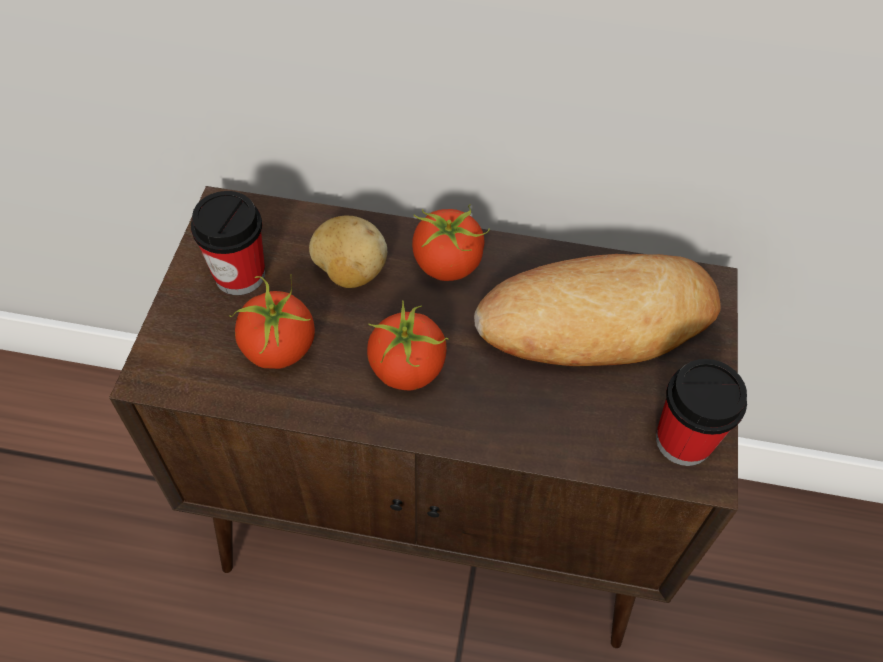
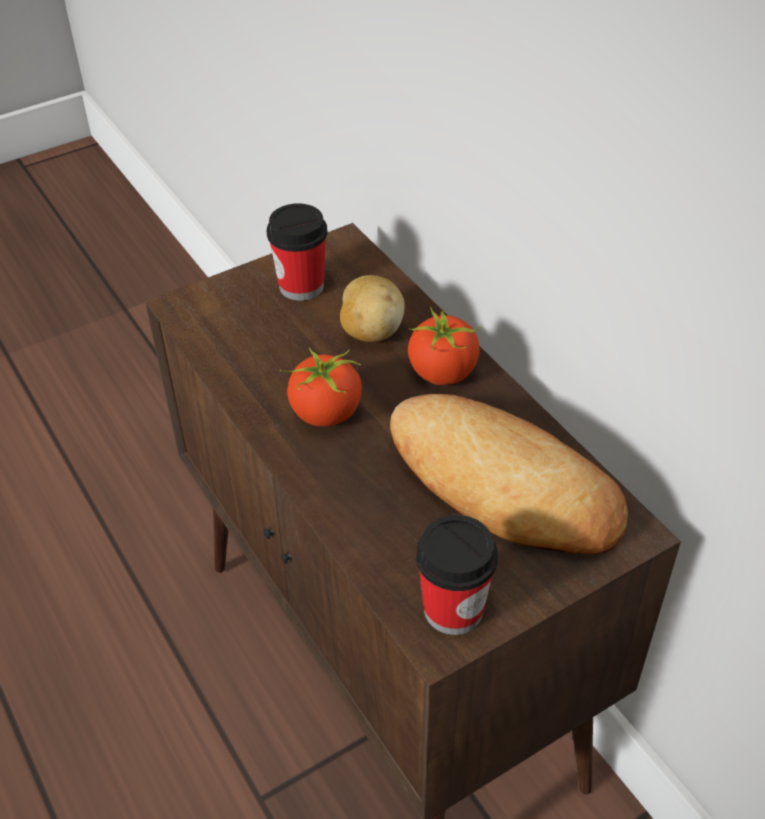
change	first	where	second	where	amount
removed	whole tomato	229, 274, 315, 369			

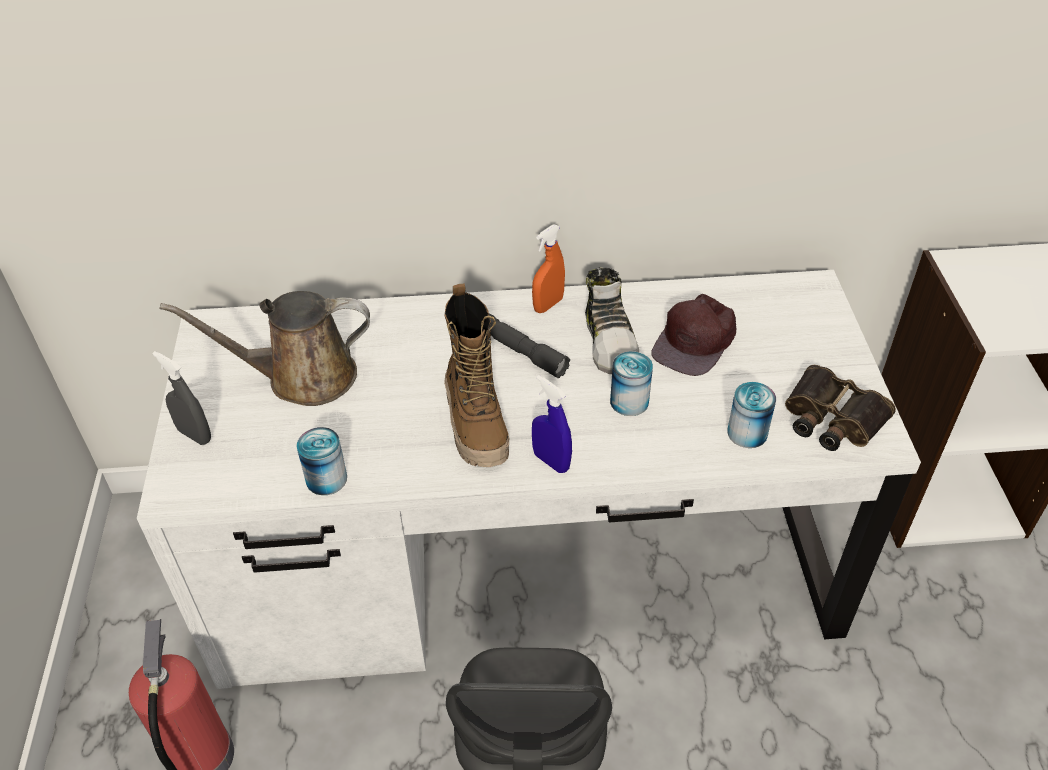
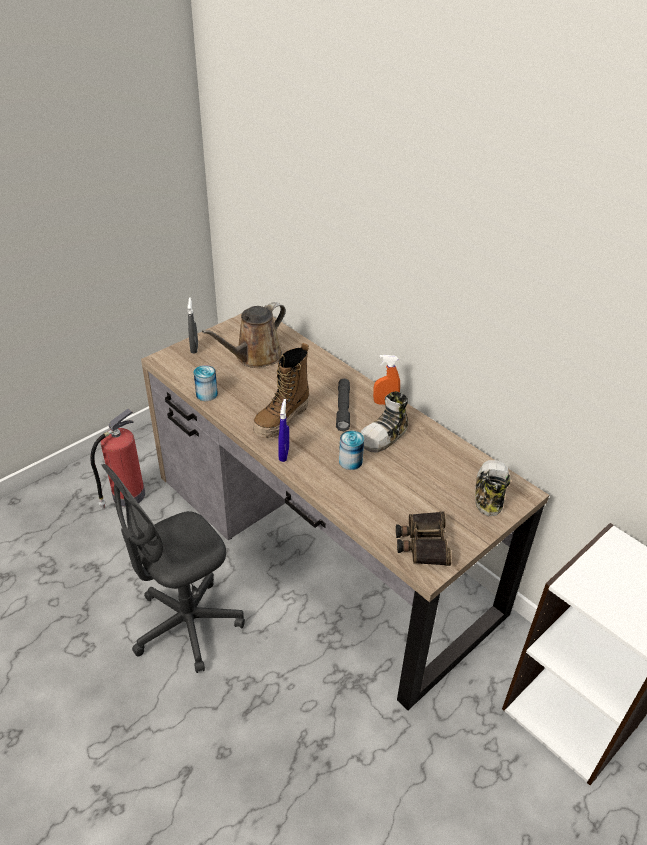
change	first	where	second	where	amount
recoloured	white desk	137, 270, 921, 689	brownish desk	141, 313, 549, 710	
turned	brownish sprinkling can	159, 291, 370, 406		202, 302, 286, 368	90 degrees counterclockwise
removed	brownish baseball cap	651, 294, 737, 376			
removed	metal can	727, 382, 776, 448			
added			item of footwear	475, 460, 510, 516	

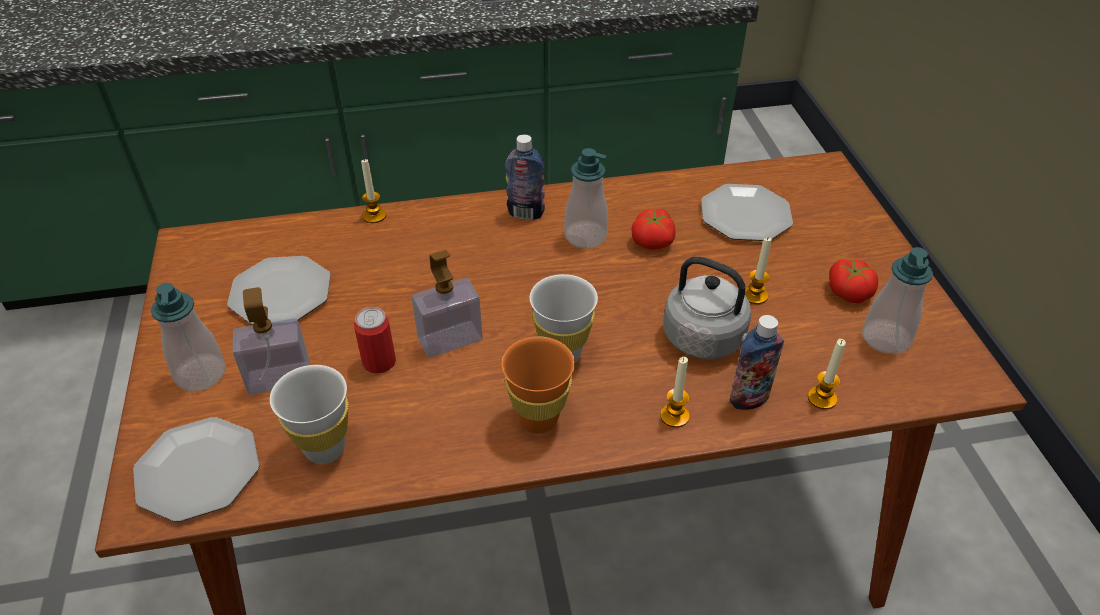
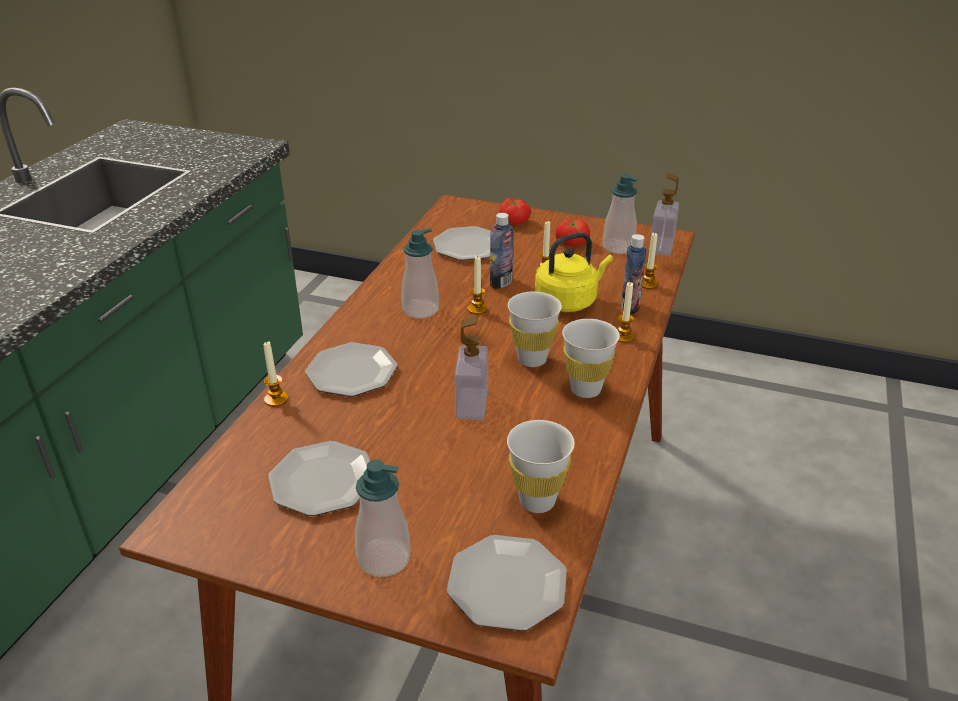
change	first	where	second	where	amount
moved	bottle	505, 134, 545, 220		490, 213, 514, 289	
moved	whole tomato	632, 208, 675, 250		499, 198, 531, 225	
recoloured	gray water kettle	663, 256, 751, 359	yellow-coloured water kettle	535, 232, 613, 312	
moved	soap dispenser	233, 287, 310, 395		649, 173, 679, 256	
removed	metal can	354, 307, 396, 374			
recoloured	orange-coloured drinking cup	501, 336, 575, 434	white drinking cup	562, 319, 620, 398	
added			wax candle	467, 256, 488, 314	
added			flat dish	305, 342, 397, 397	

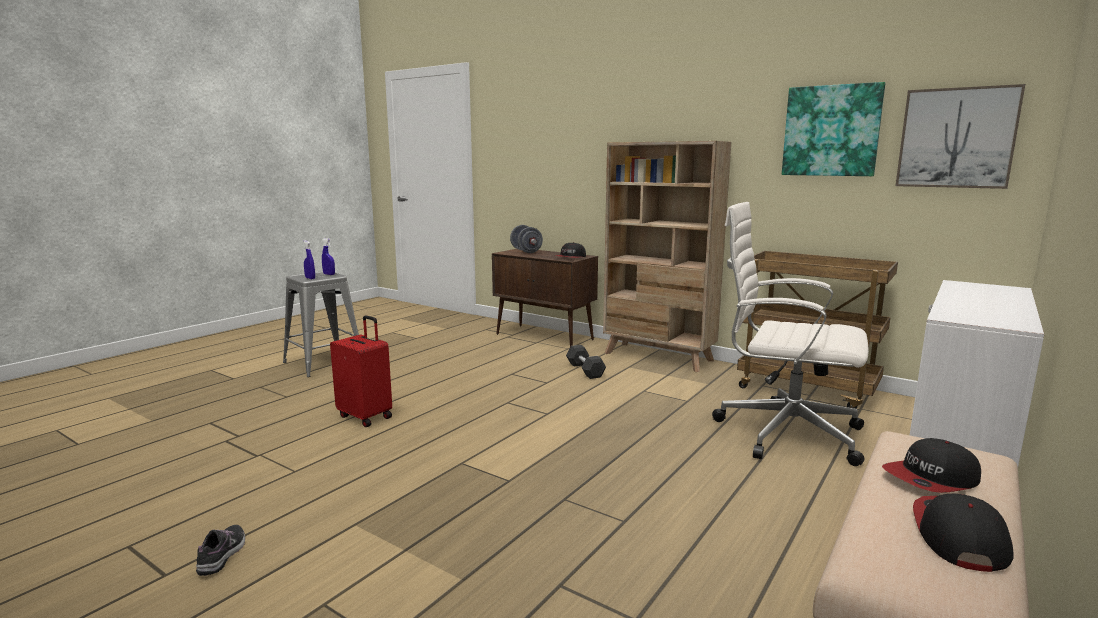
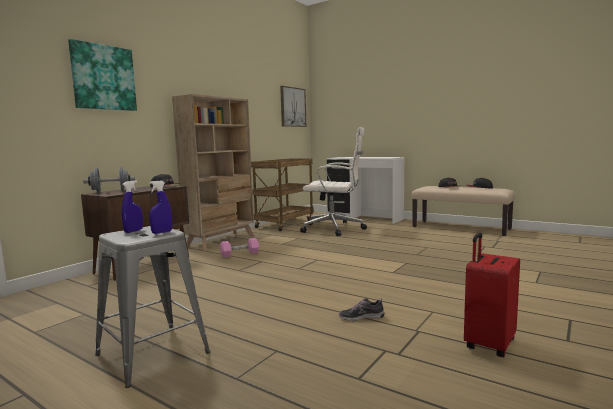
change	first	where	second	where	amount
moved	wall art	782, 82, 885, 176		68, 39, 137, 111	
turned	white office chair	712, 202, 869, 466		300, 127, 367, 236	105 degrees counterclockwise
moved	red piece of luggage	330, 315, 392, 427		464, 233, 520, 357	
recoloured	gray dumbbell	566, 345, 606, 379	pink-coloured dumbbell	220, 238, 259, 257	
moved	item of footwear	196, 525, 245, 576		339, 298, 384, 321	

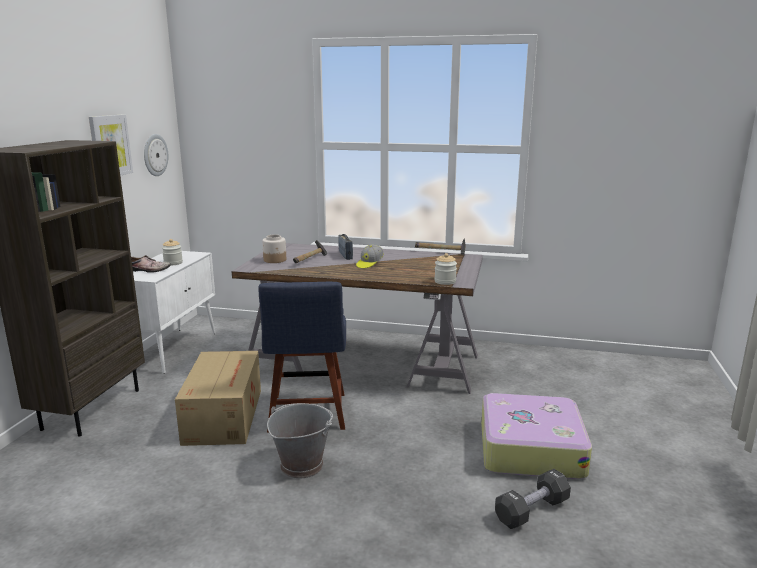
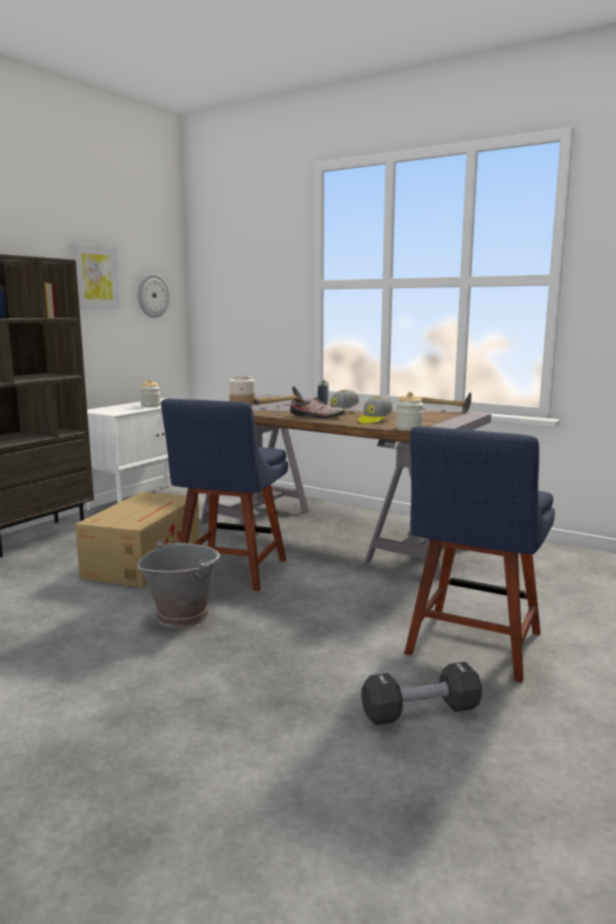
change	first	where	second	where	amount
moved	item of footwear	131, 255, 171, 273		290, 397, 345, 418	
replaced	piece of luggage	481, 393, 592, 479	bluish upright chair	404, 426, 555, 683	
added			baseball cap	358, 396, 393, 424	

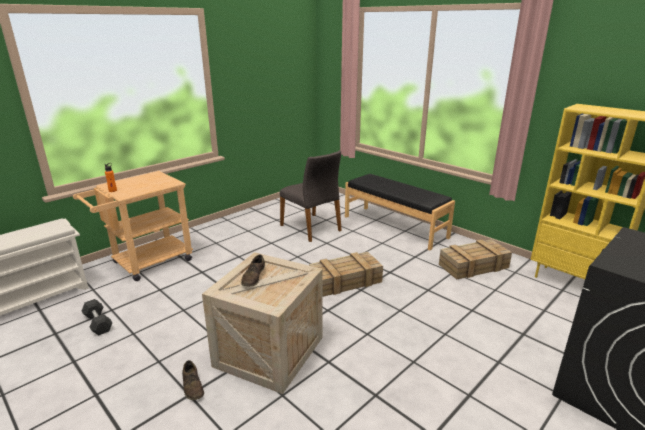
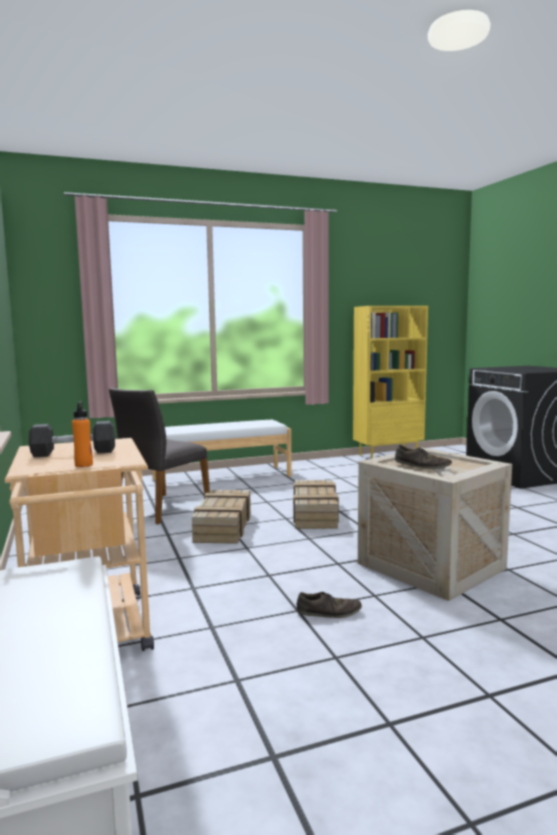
change	first	where	second	where	amount
turned	gray upright chair	280, 150, 342, 242		109, 388, 210, 524	135 degrees clockwise
recoloured	black-coloured long seat	345, 174, 455, 250	white long seat	152, 420, 292, 480	
moved	crate	439, 239, 512, 280		192, 490, 251, 544	
moved	gray dumbbell	82, 299, 112, 336		29, 421, 115, 457	
moved	brownish item of footwear	182, 360, 204, 400		297, 592, 362, 618	

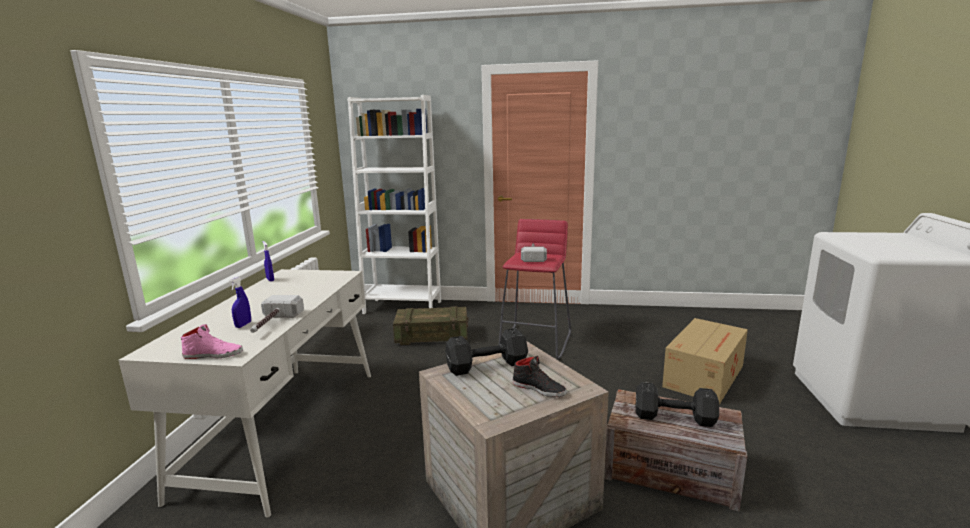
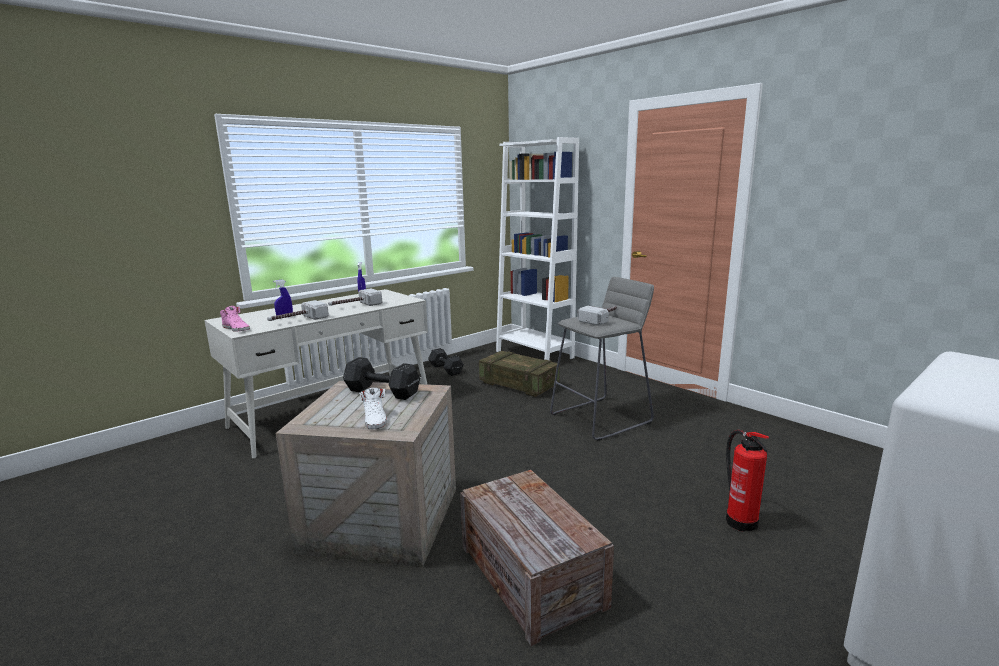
change	first	where	second	where	amount
recoloured	red stool	499, 219, 571, 360	gray stool	550, 277, 654, 441	
replaced	carton	662, 318, 748, 405	fire-fighting cylinder	726, 430, 769, 532	
recoloured	black-coloured item of footwear	513, 356, 567, 397	white item of footwear	359, 388, 387, 429	
moved	black-coloured dumbbell	636, 382, 719, 427		428, 348, 464, 376	
added			hammer	328, 288, 382, 306	

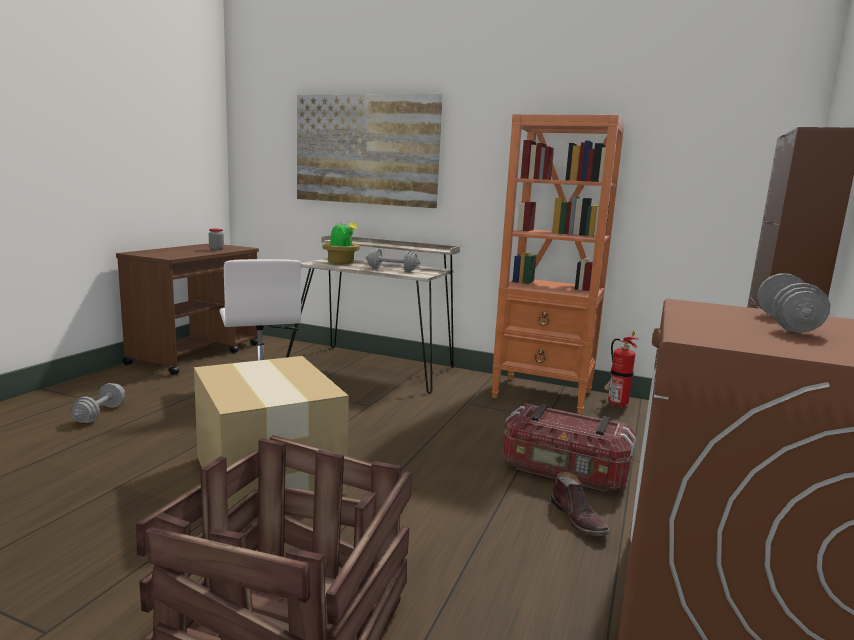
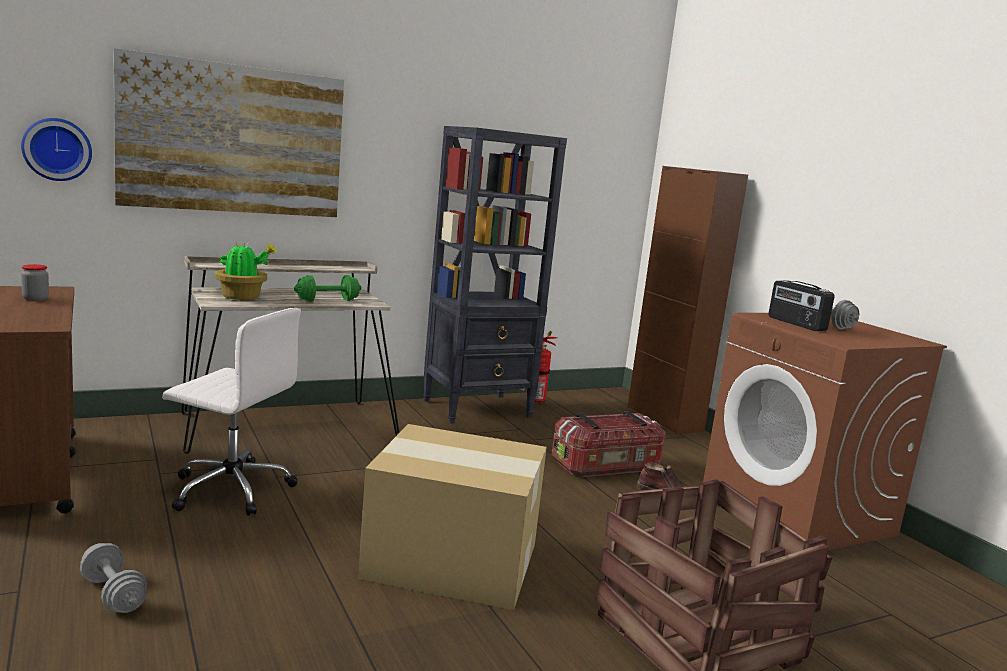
change	first	where	second	where	amount
recoloured	orange-coloured shelving unit	492, 114, 625, 414	black-coloured shelving unit	423, 126, 567, 424	
recoloured	gray dumbbell	366, 248, 420, 272	green-coloured dumbbell	294, 275, 362, 302	
added			wall clock	21, 118, 92, 181	
added			radio set	768, 280, 834, 331	

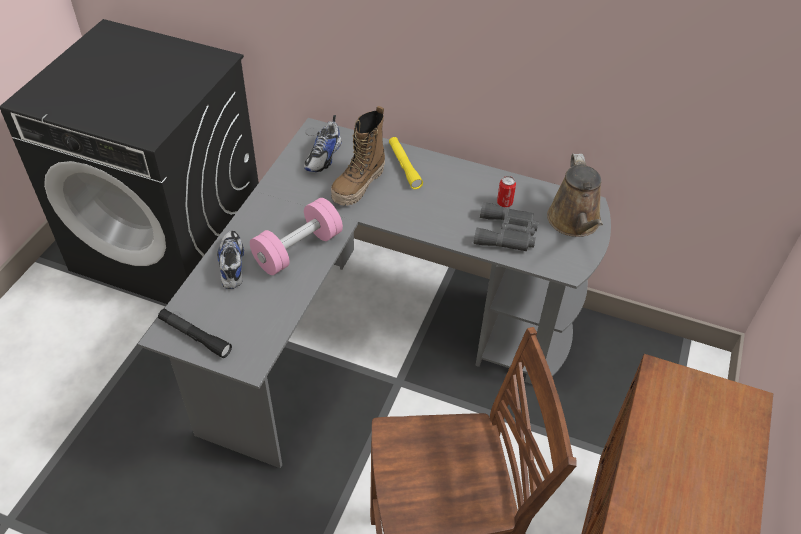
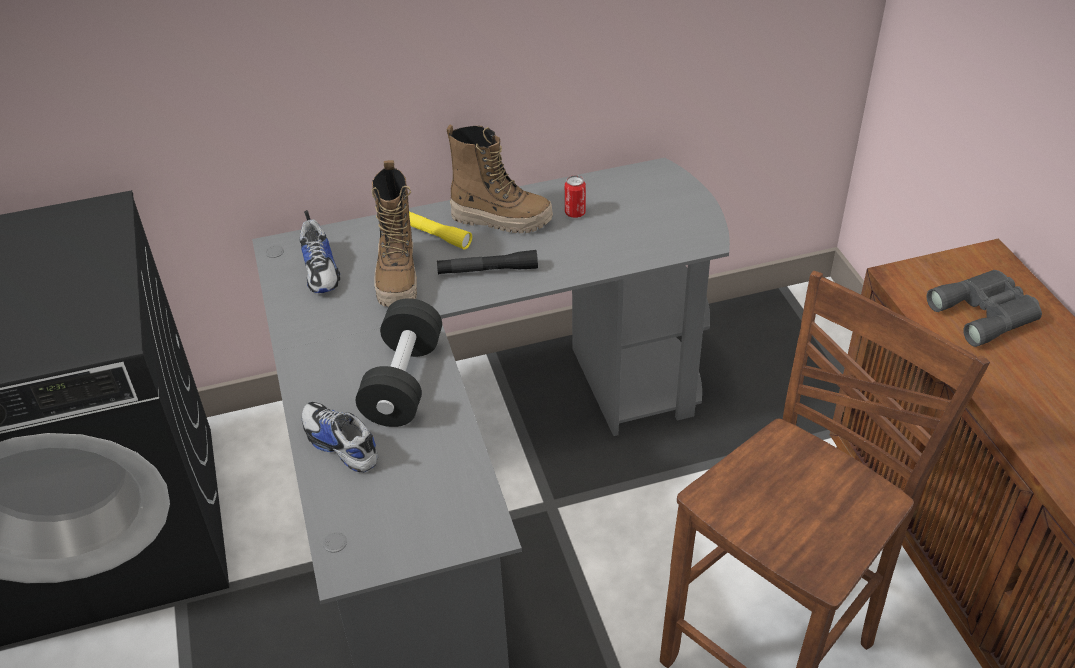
change	first	where	second	where	amount
removed	brownish sprinkling can	547, 154, 603, 237			
recoloured	pink-coloured dumbbell	250, 198, 343, 275	black-coloured dumbbell	356, 298, 442, 427	
moved	gray field glasses	473, 202, 539, 251		926, 270, 1042, 347	
moved	black-coloured torch	158, 309, 232, 358		437, 250, 538, 274	
added			tall boot	447, 125, 553, 233	

